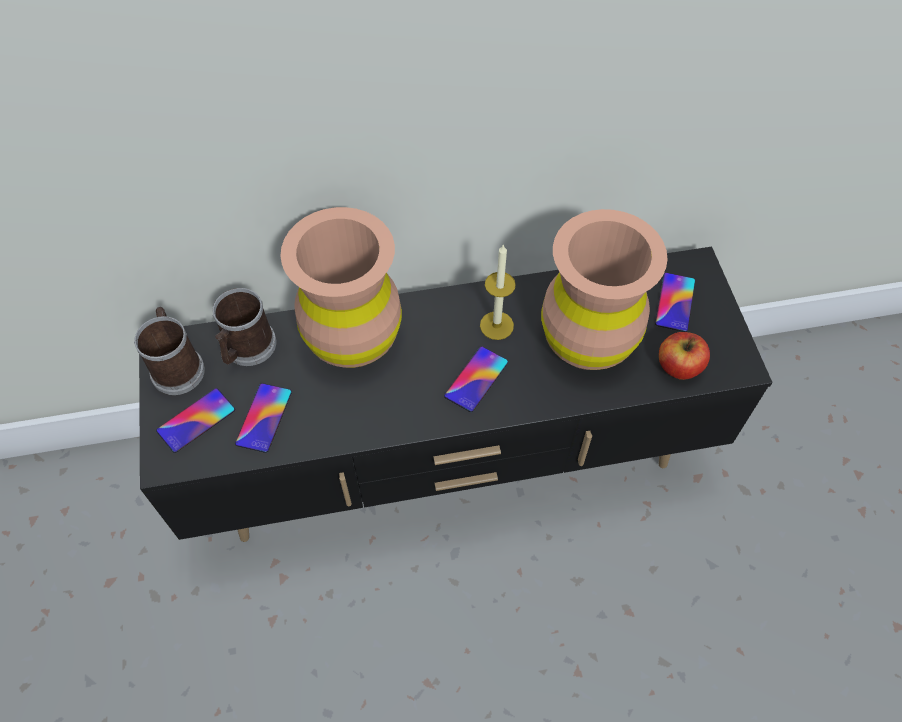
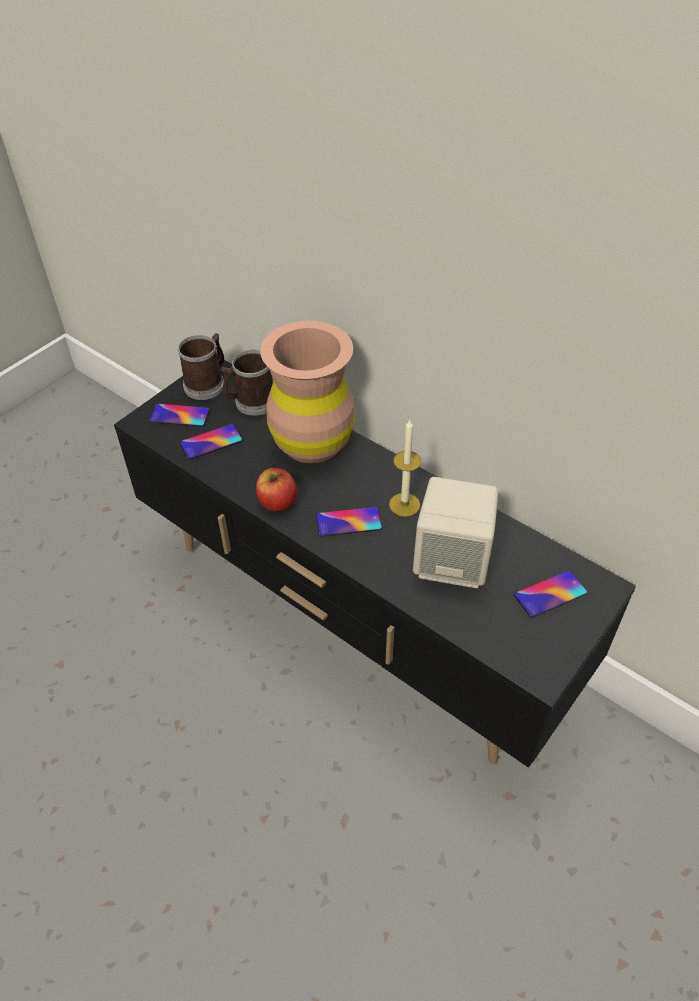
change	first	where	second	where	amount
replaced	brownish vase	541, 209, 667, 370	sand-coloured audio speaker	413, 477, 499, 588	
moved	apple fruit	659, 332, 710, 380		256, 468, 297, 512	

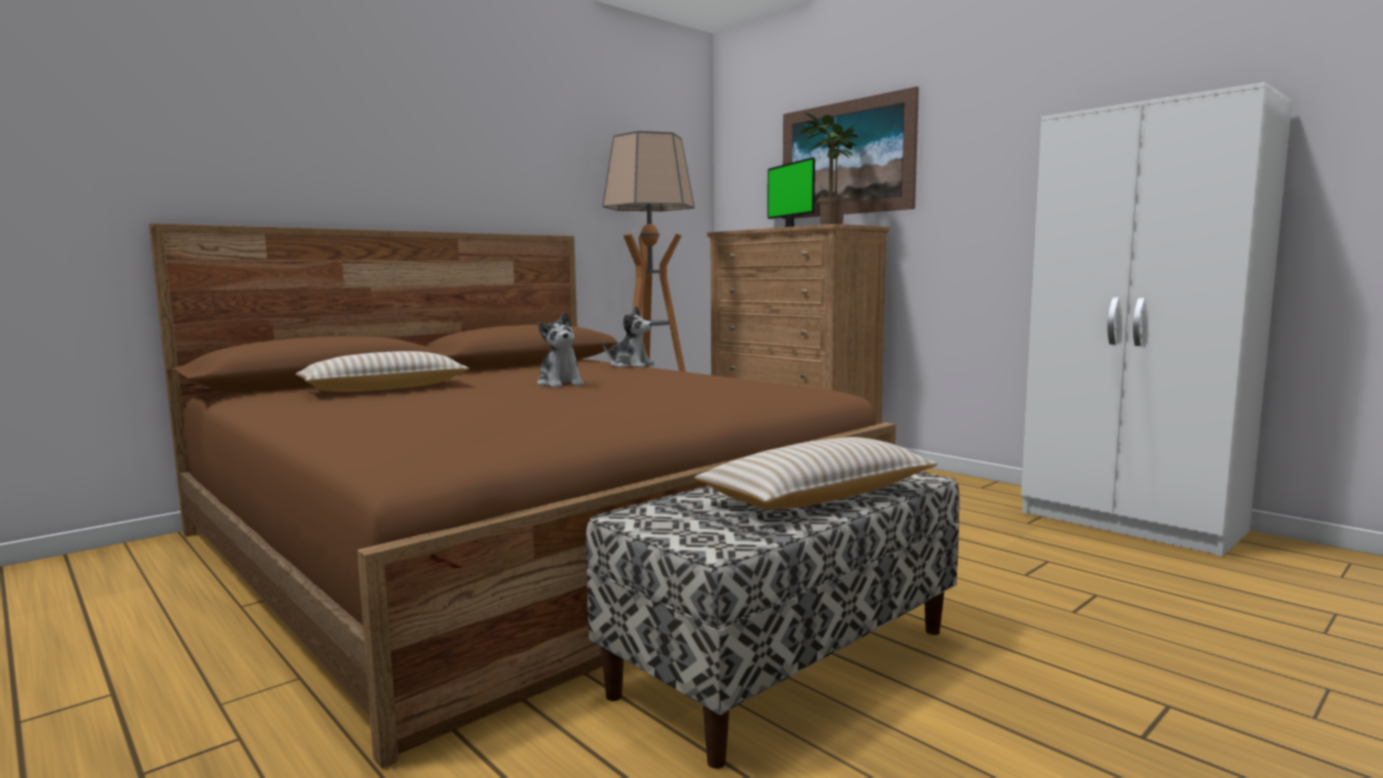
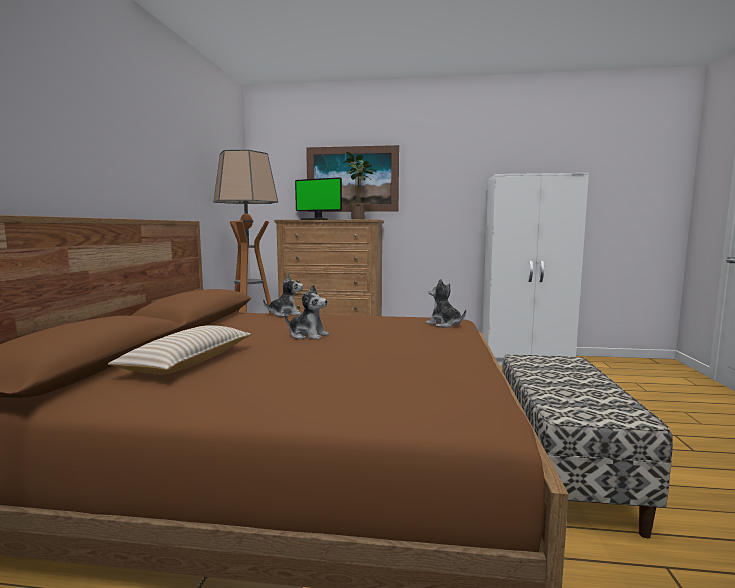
change	first	where	second	where	amount
removed	sand-coloured throw pillow	694, 437, 938, 509			
added			soft toy	426, 279, 466, 328	

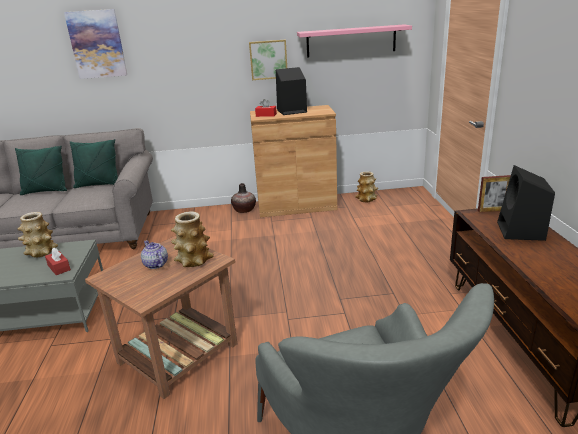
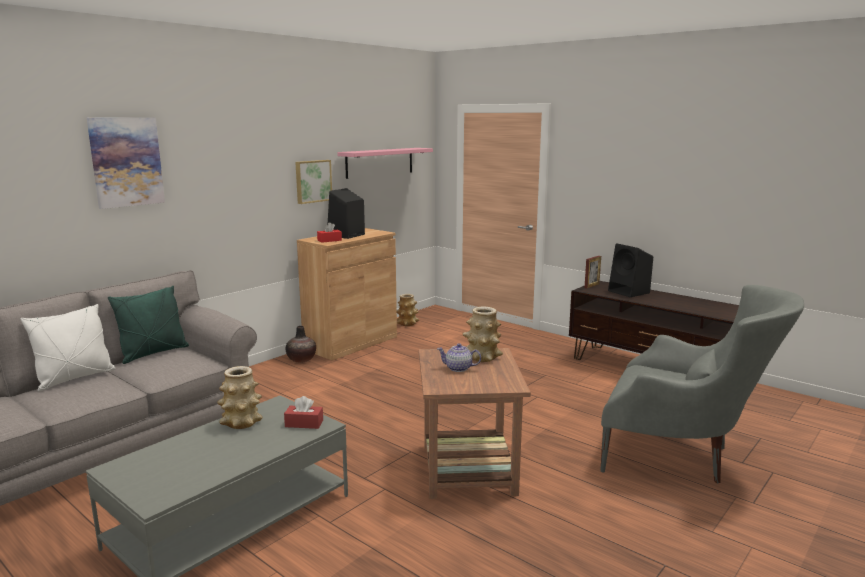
change	first	where	second	where	amount
recoloured	green-coloured throw pillow	15, 146, 67, 195	white throw pillow	21, 304, 116, 392	

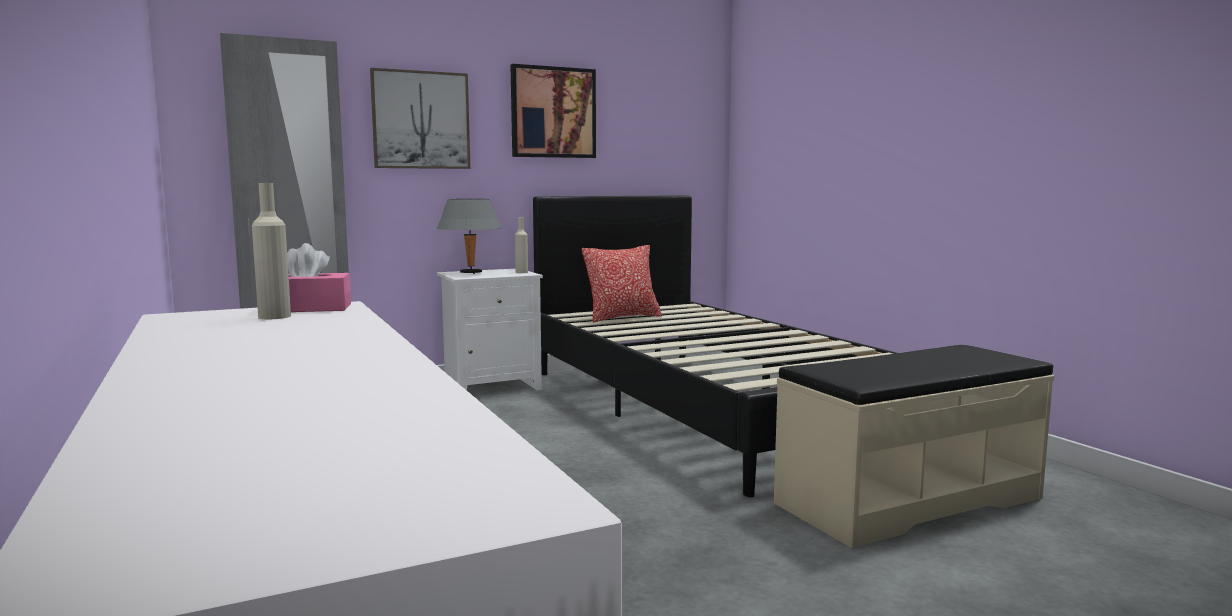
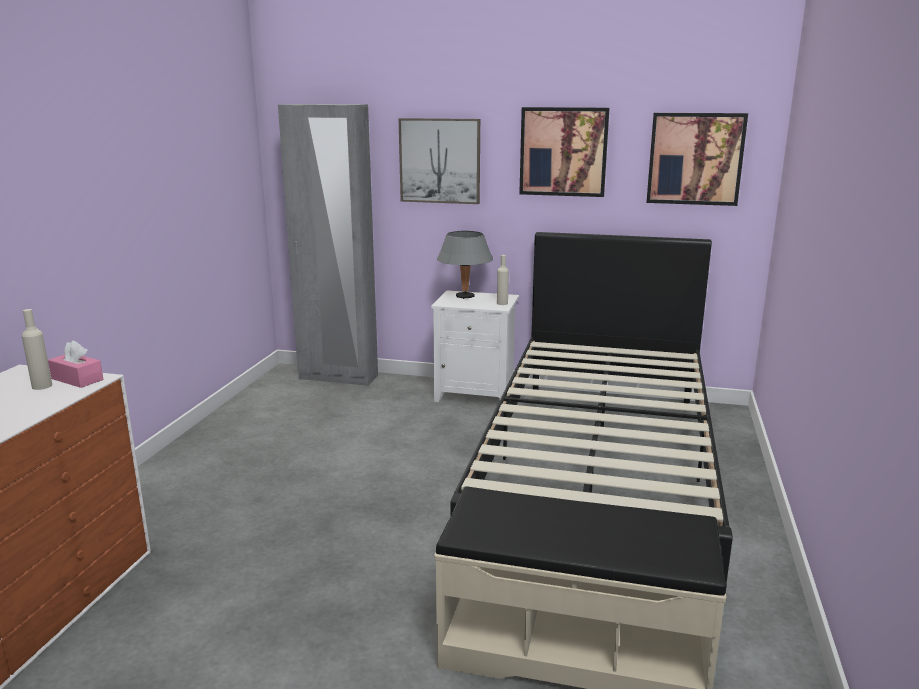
change	first	where	second	where	amount
removed	throw pillow	582, 245, 662, 323			
added			wall art	646, 113, 748, 206	

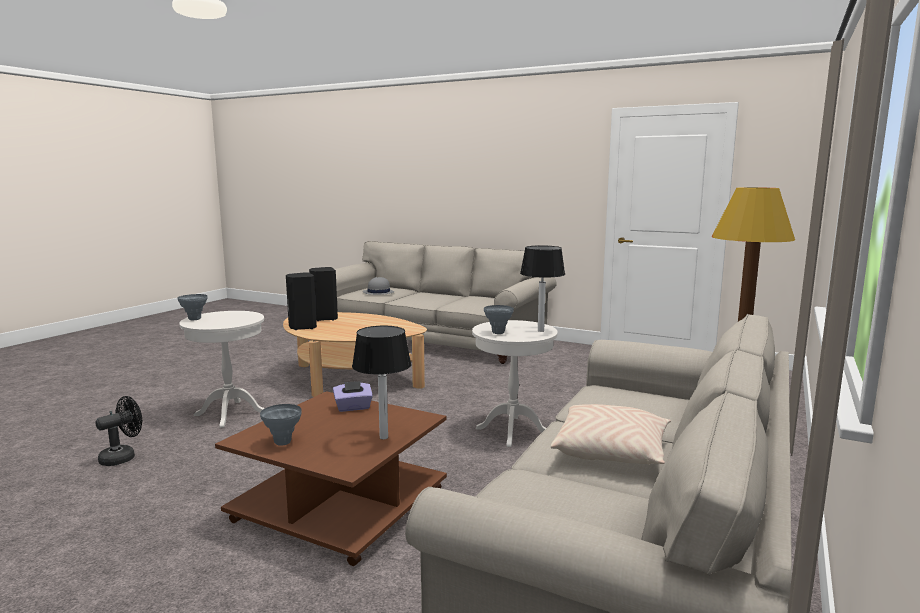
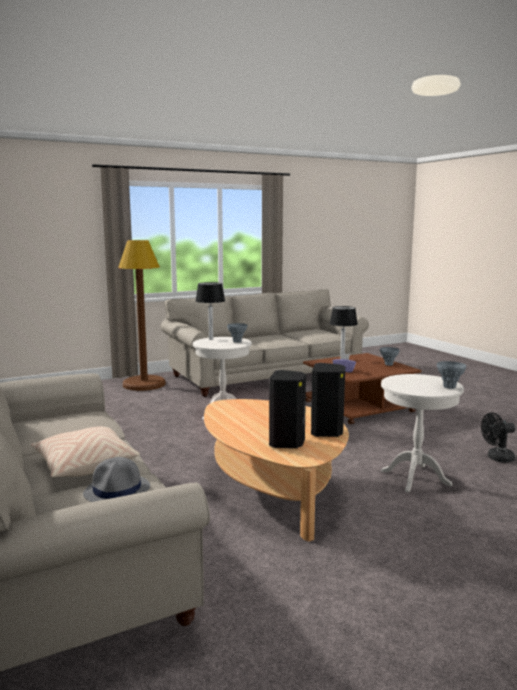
change	first	where	second	where	amount
moved	sand-coloured throw pillow	551, 404, 671, 465		31, 427, 140, 477	

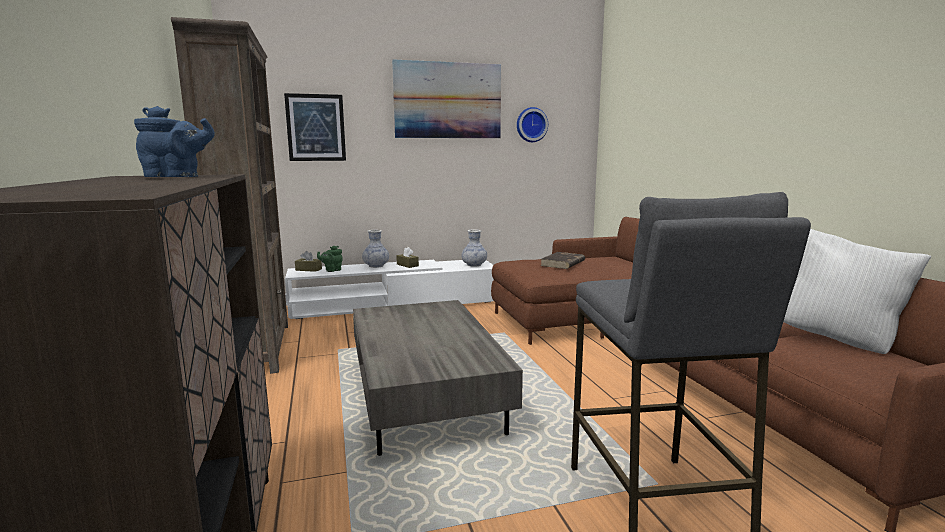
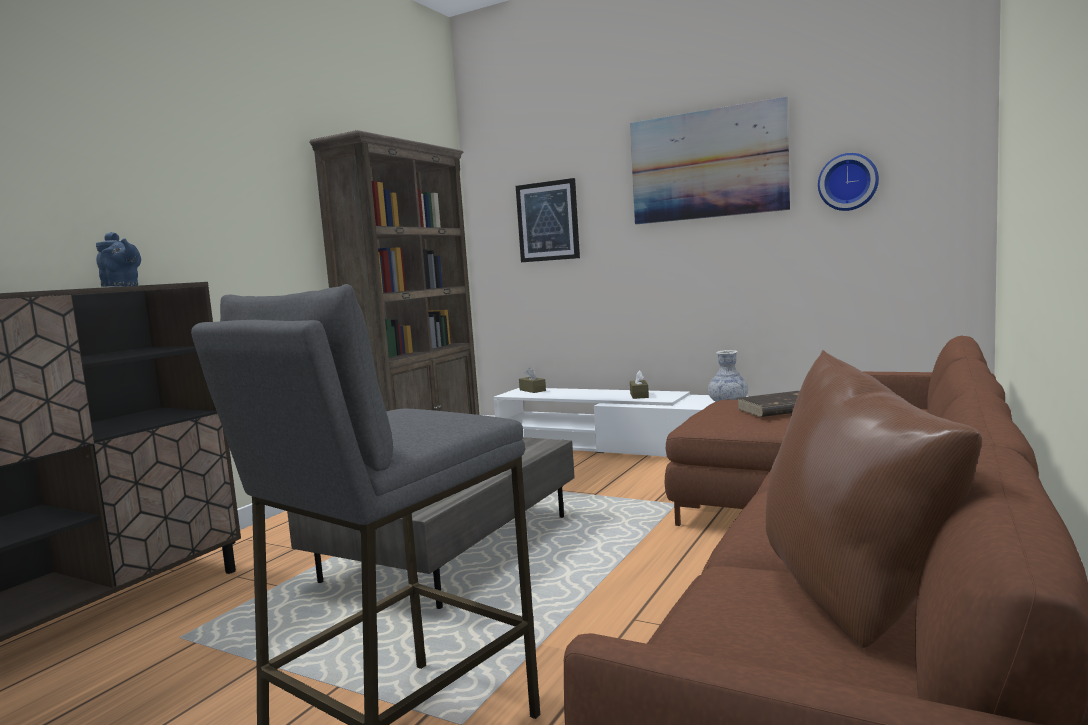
change	first	where	second	where	amount
recoloured	white throw pillow	783, 229, 931, 354	brownish throw pillow	766, 350, 982, 648	
removed	vase	362, 230, 389, 268			
removed	green-coloured teapot	317, 246, 343, 272			

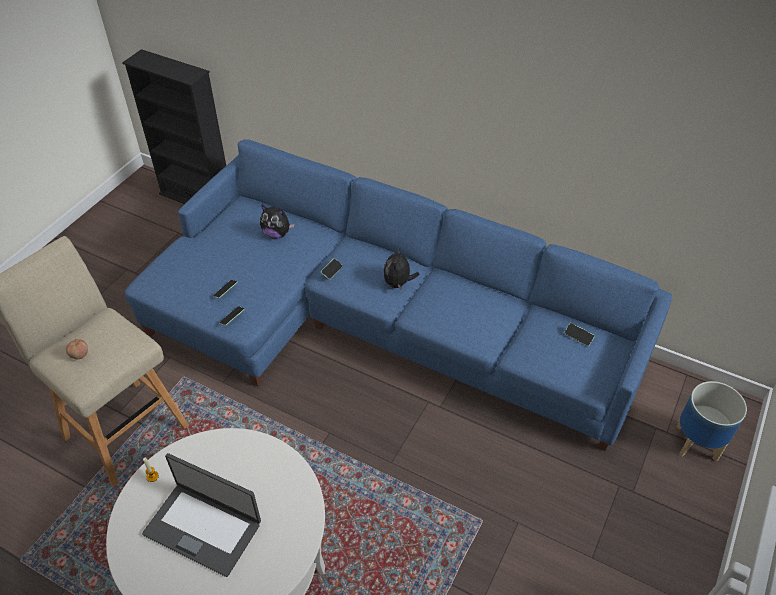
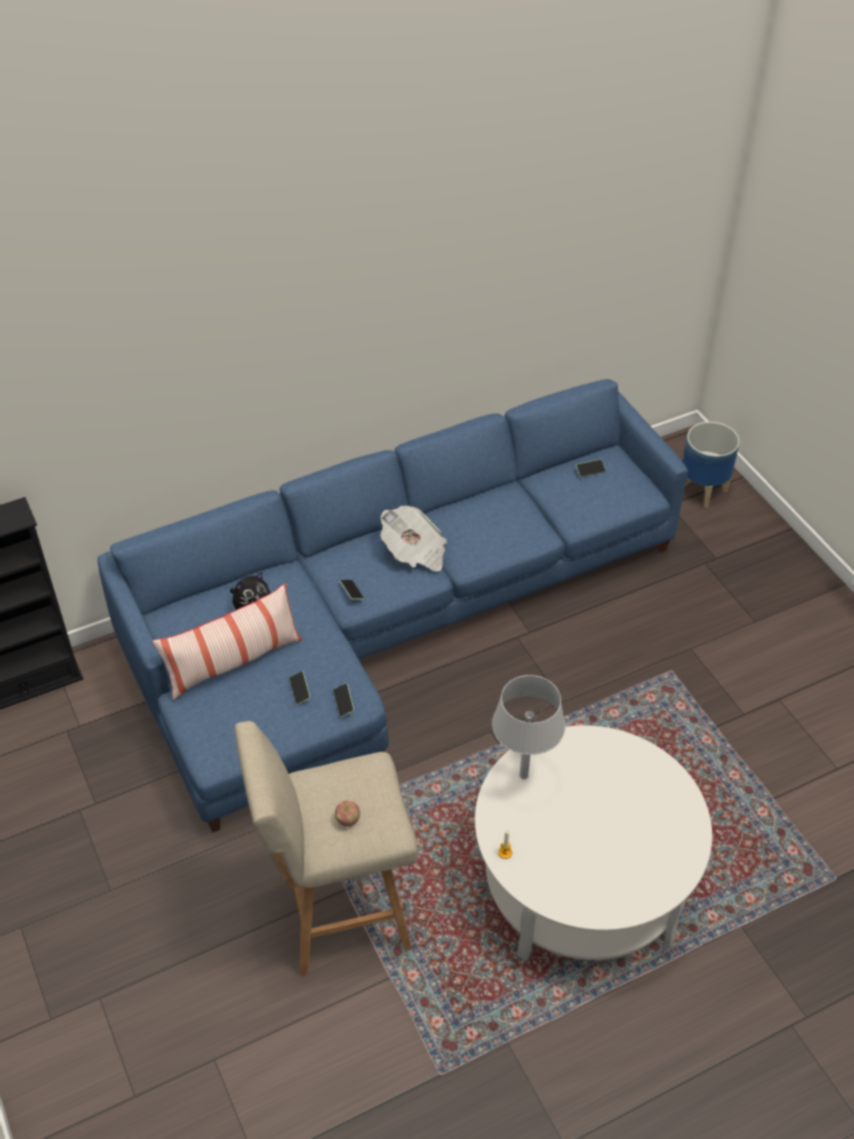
change	first	where	second	where	amount
replaced	soft toy	383, 248, 419, 290	printed paper	380, 506, 447, 572	
removed	notebook computer	142, 453, 261, 577			
added			throw pillow	152, 583, 302, 700	
added			gray table lamp	492, 675, 565, 779	

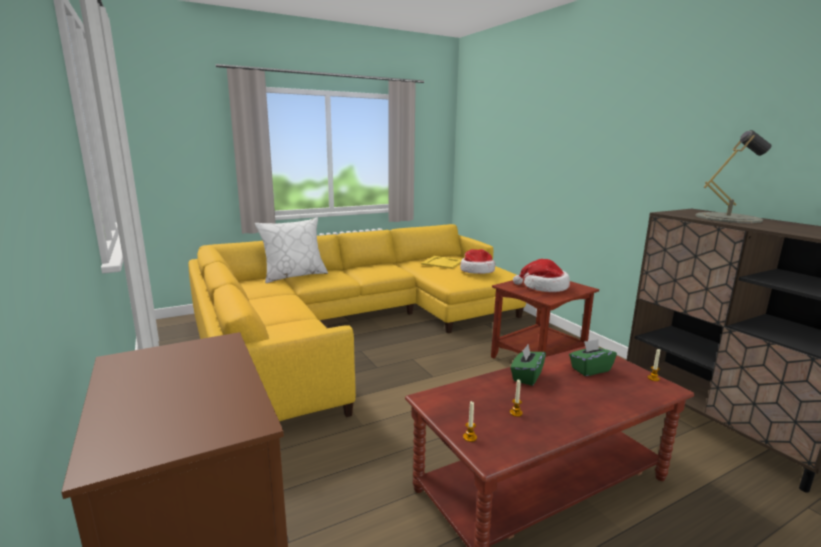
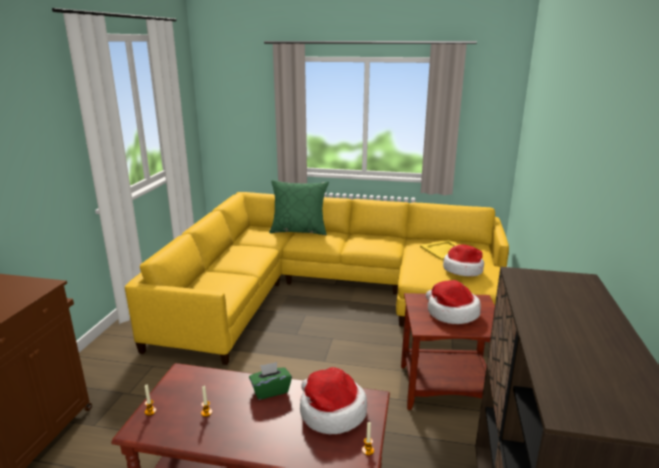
change	first	where	second	where	amount
removed	gray table lamp	695, 130, 772, 223			
recoloured	white throw pillow	255, 217, 328, 283	green-coloured throw pillow	269, 180, 329, 235	
replaced	green-coloured tissue holder	569, 339, 617, 376	clothing hat	300, 367, 367, 434	

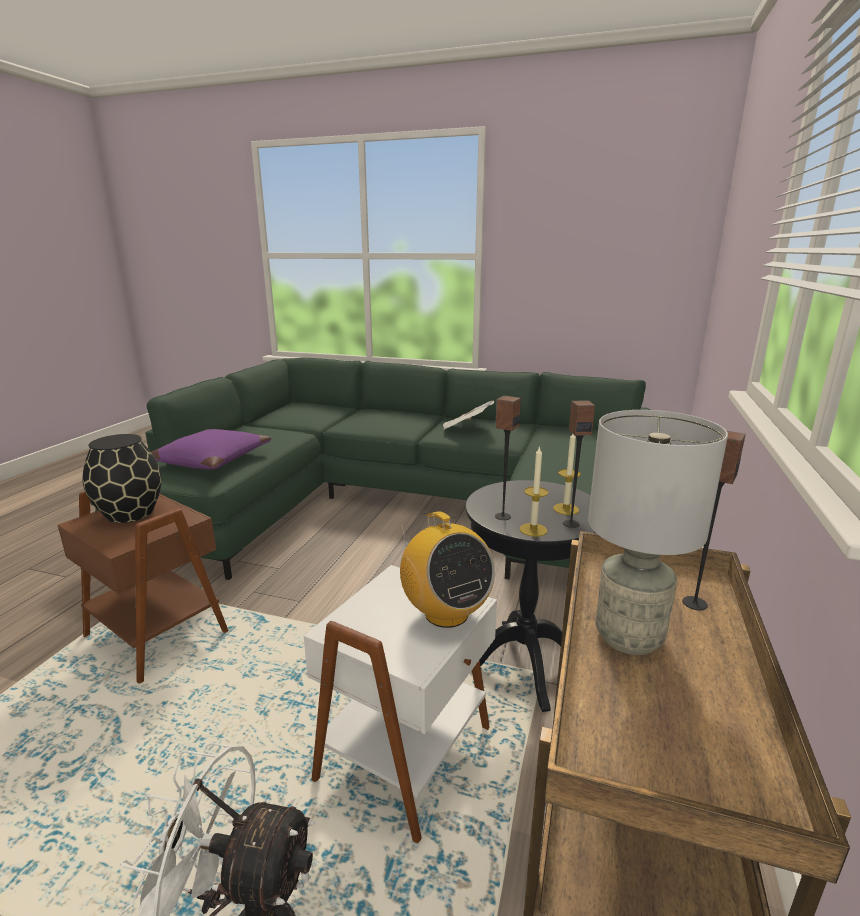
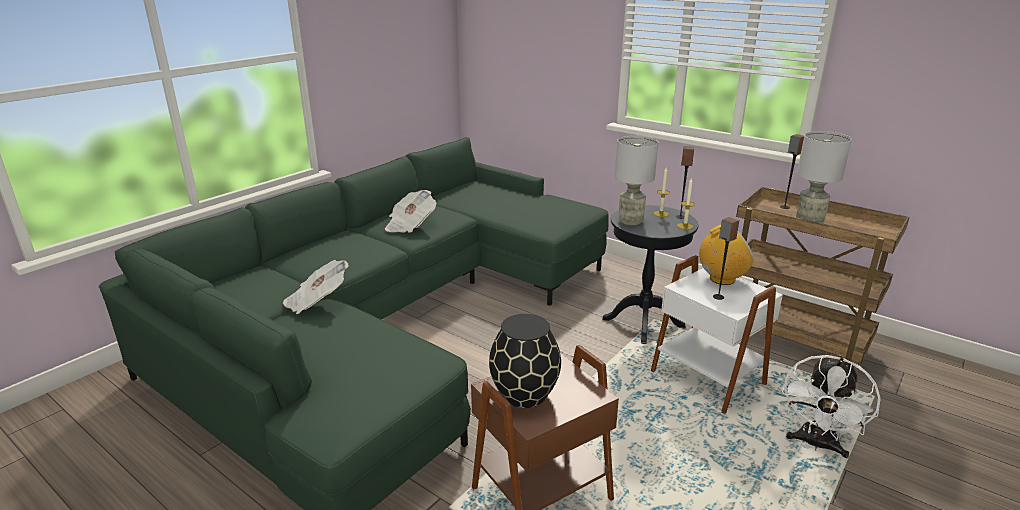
change	first	where	second	where	amount
moved	audio speaker	495, 396, 521, 520		713, 217, 739, 300	
removed	purplish throw pillow	151, 429, 272, 470			
added			gray table lamp	615, 136, 658, 225	
added			printed paper	283, 260, 349, 314	

